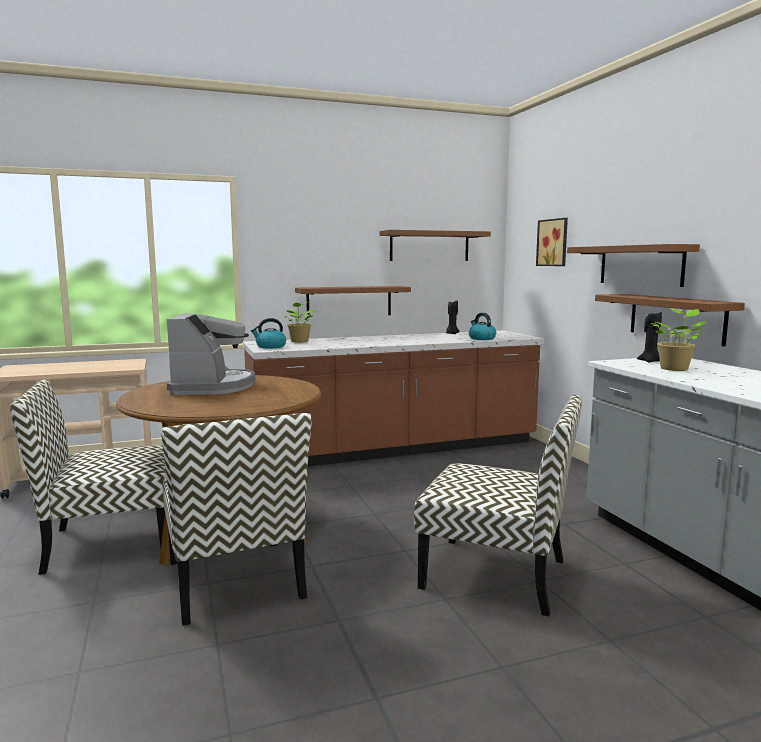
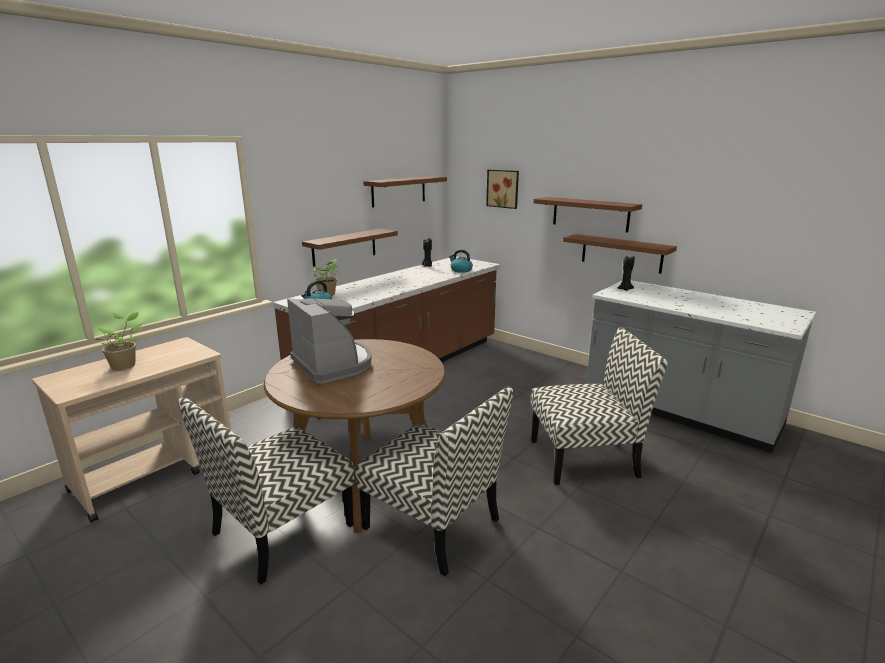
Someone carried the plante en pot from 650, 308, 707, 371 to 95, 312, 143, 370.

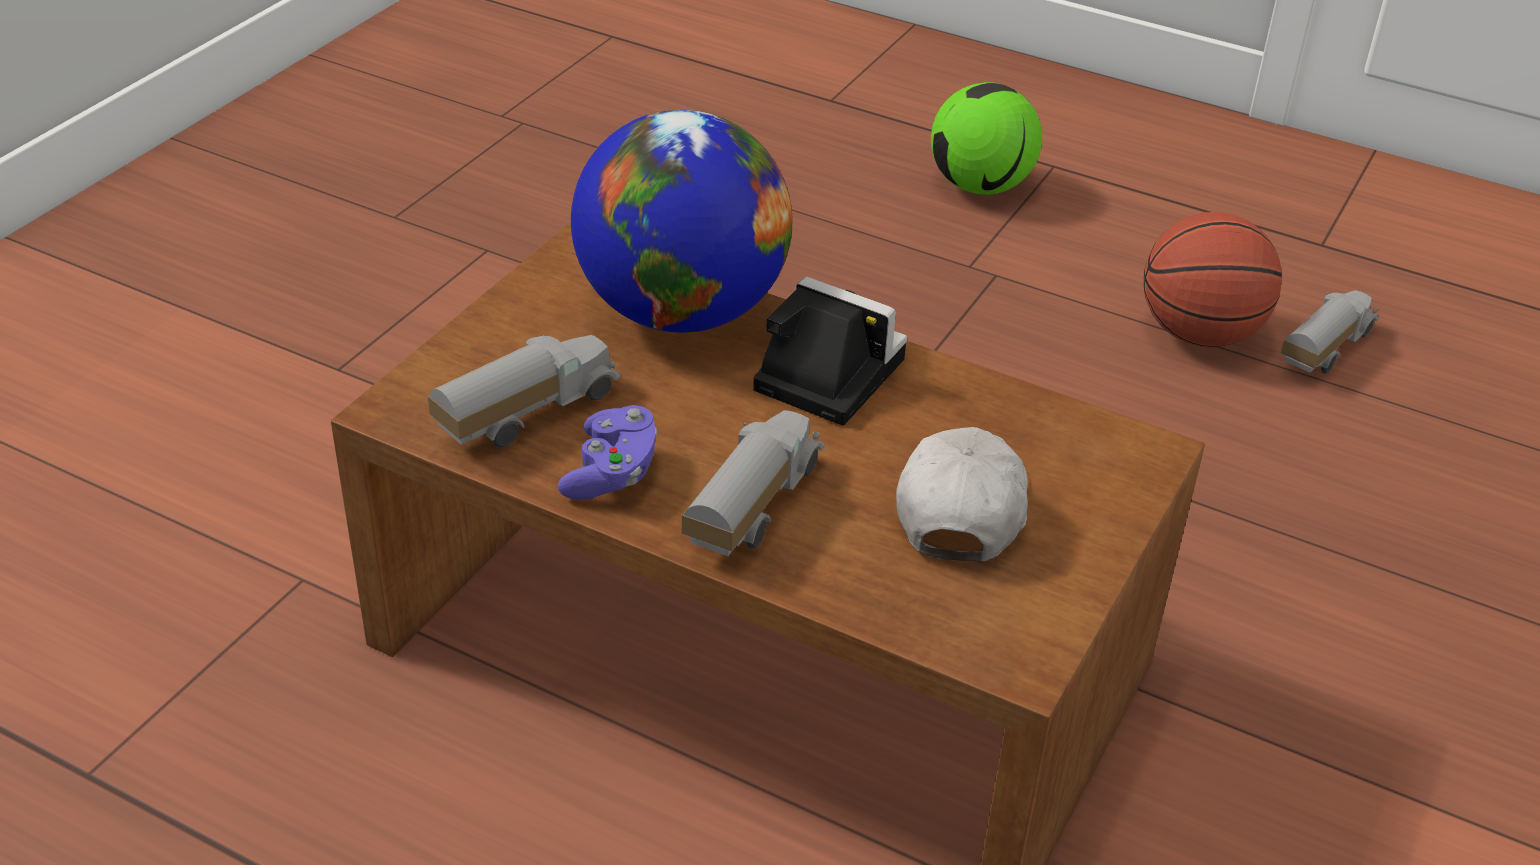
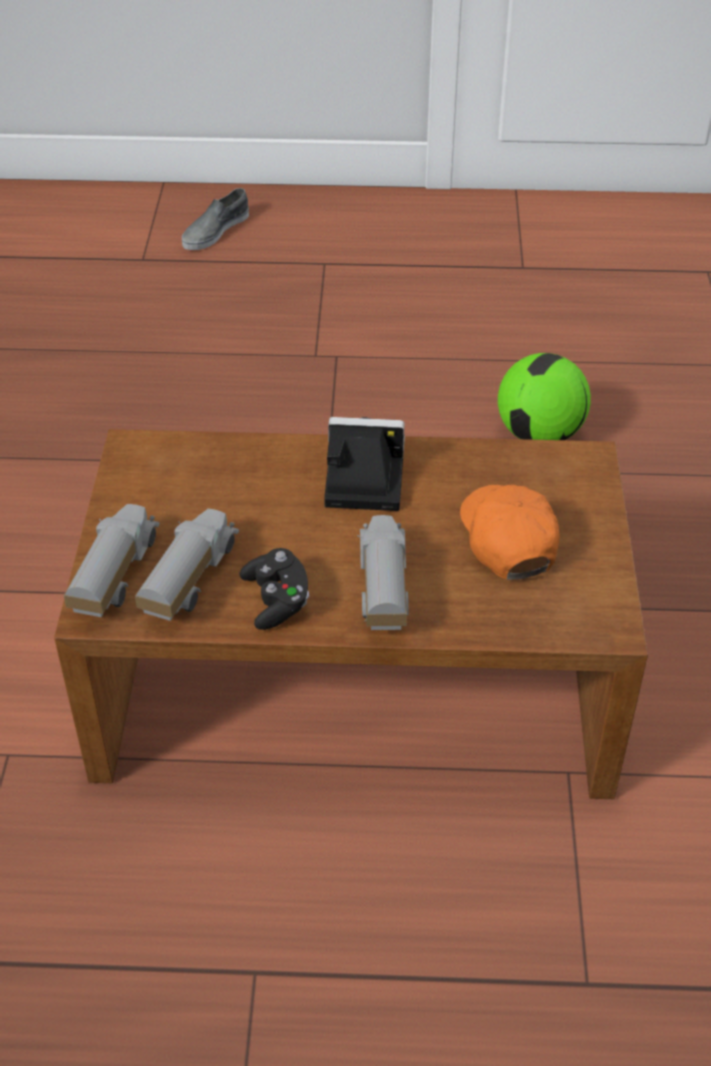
Someone carried the ballon de foot from 931, 82, 1042, 195 to 498, 353, 591, 440. Someone took away the globe at 571, 110, 792, 333. Someone took away the ballon de basket at 1143, 212, 1282, 347. Someone carried the camion jouet from 1281, 290, 1379, 374 to 64, 504, 160, 617. Someone repainted the manette/violet at 558, 405, 658, 500, which became the manette/noir at 240, 548, 309, 630. Someone repainted the casquette/blanc at 896, 427, 1028, 561, which became the casquette/orange at 460, 485, 560, 580. Someone put down the chaussure/gris at 182, 188, 249, 250.

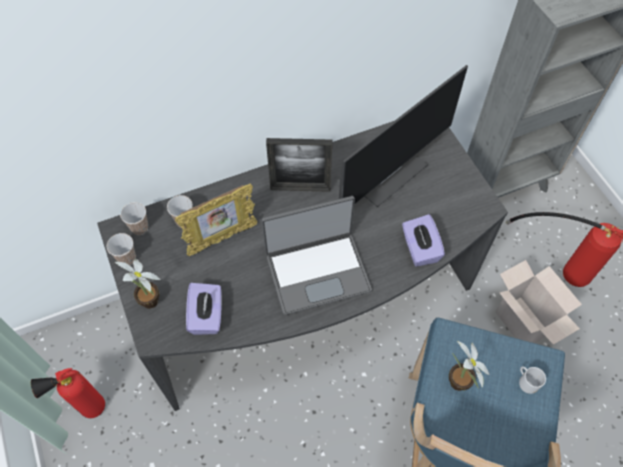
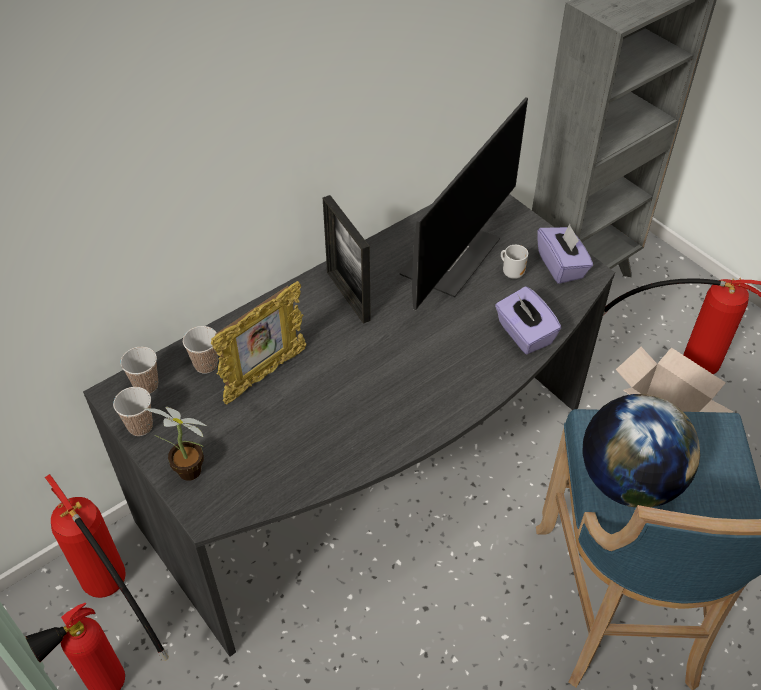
Someone rotated the cadre photo at 266, 138, 332, 192 by 75 degrees clockwise. Someone took away the ordinateur portable at 261, 196, 372, 315. Someone carried the boîte à mouchoirs/violet from 186, 283, 222, 335 to 537, 224, 593, 284. Someone swapped the plante en pot at 449, 341, 490, 391 for the globe at 583, 394, 700, 508. Someone carried the mug from 519, 366, 546, 394 to 501, 245, 528, 279. Someone put down the extincteur at 45, 474, 169, 661.

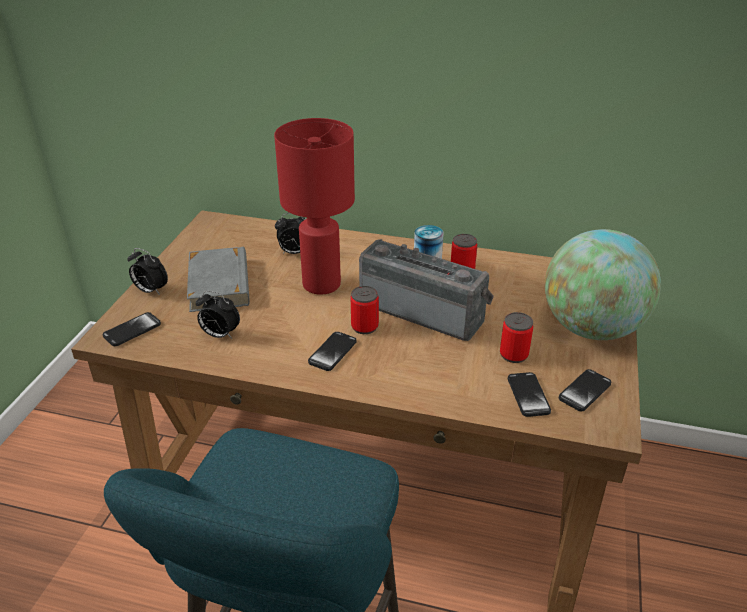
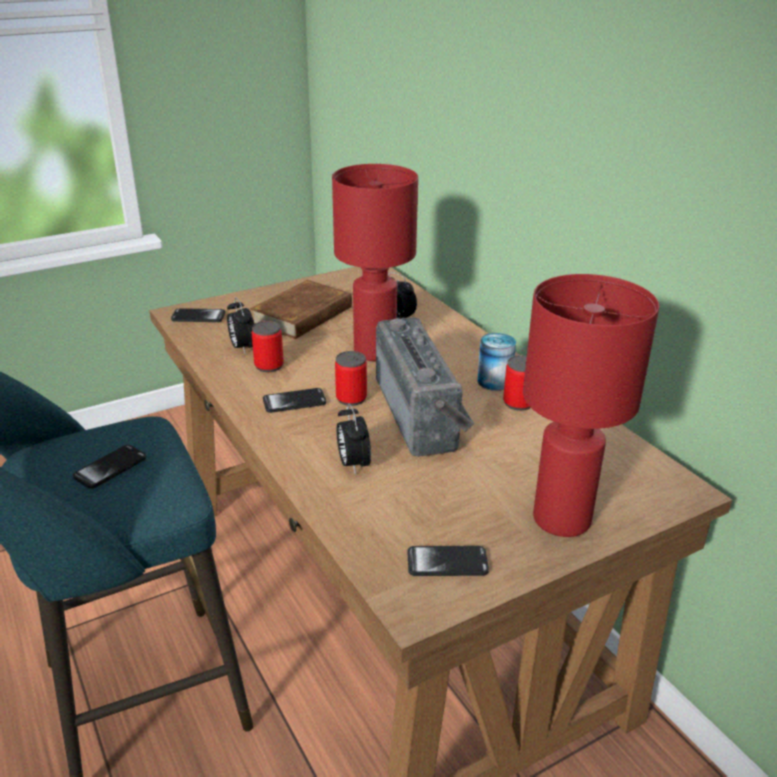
Someone swapped the globe at 545, 229, 661, 340 for the lampe de table/rouge at 523, 274, 659, 537. Someone repainted the livre/gris at 187, 247, 250, 312, which became the livre/marron at 250, 280, 352, 339. Someone carried the réveil from 128, 248, 168, 295 to 336, 403, 371, 475. Someone carried the boîte métallique from 500, 312, 533, 363 to 252, 321, 284, 372. Someone carried the téléphone from 508, 372, 551, 417 to 73, 445, 146, 489.

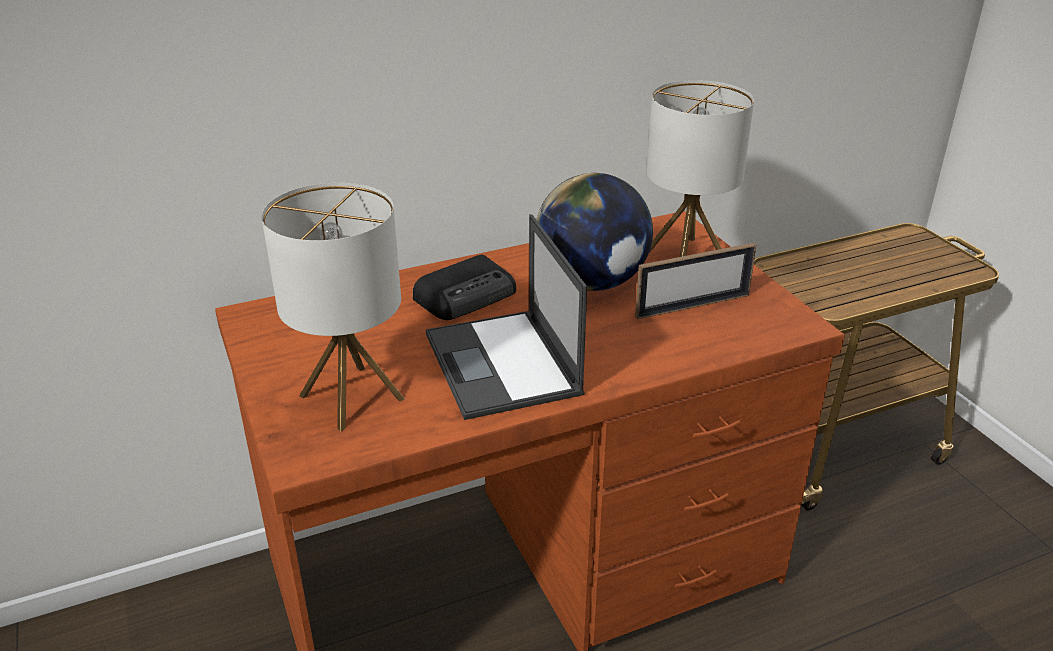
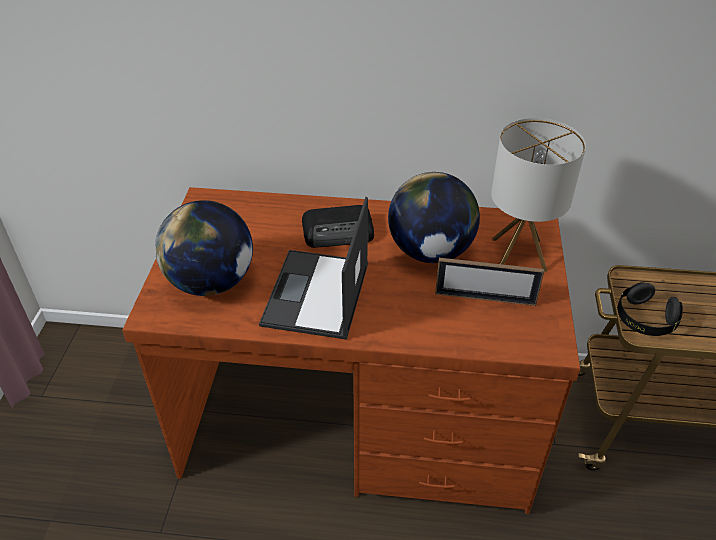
Someone swapped the lampe de table at 262, 183, 405, 431 for the globe at 155, 200, 253, 296. Someone put down the casque audio/noir at 617, 282, 683, 336.

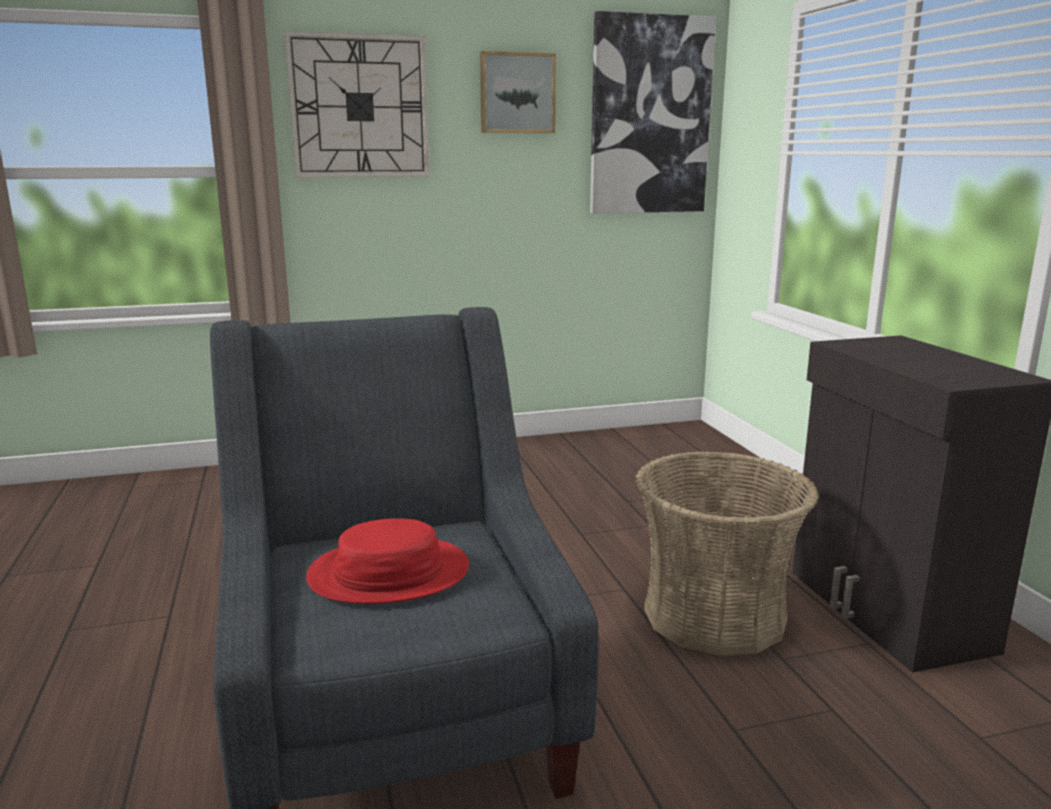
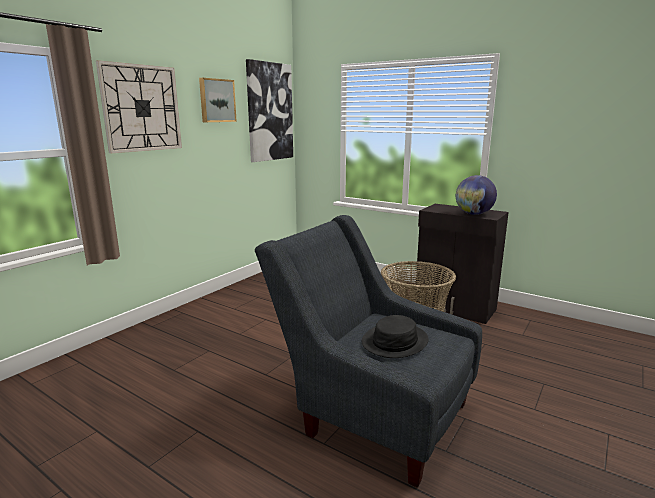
Someone repainted the chapeau/rouge at 306, 518, 469, 604, which became the chapeau/noir at 362, 315, 429, 358. Someone put down the globe at 456, 175, 497, 215.

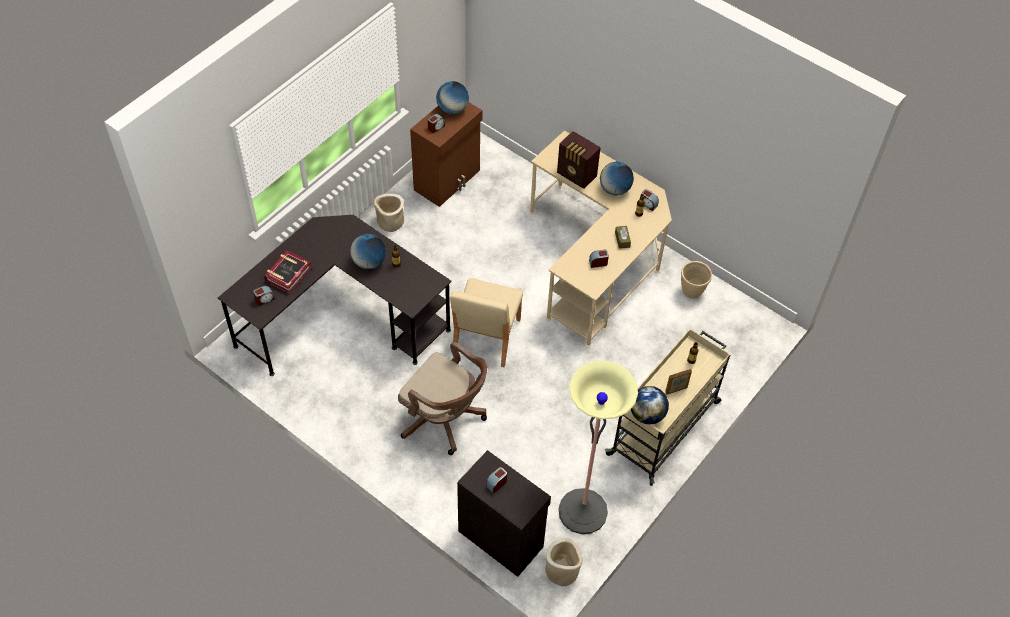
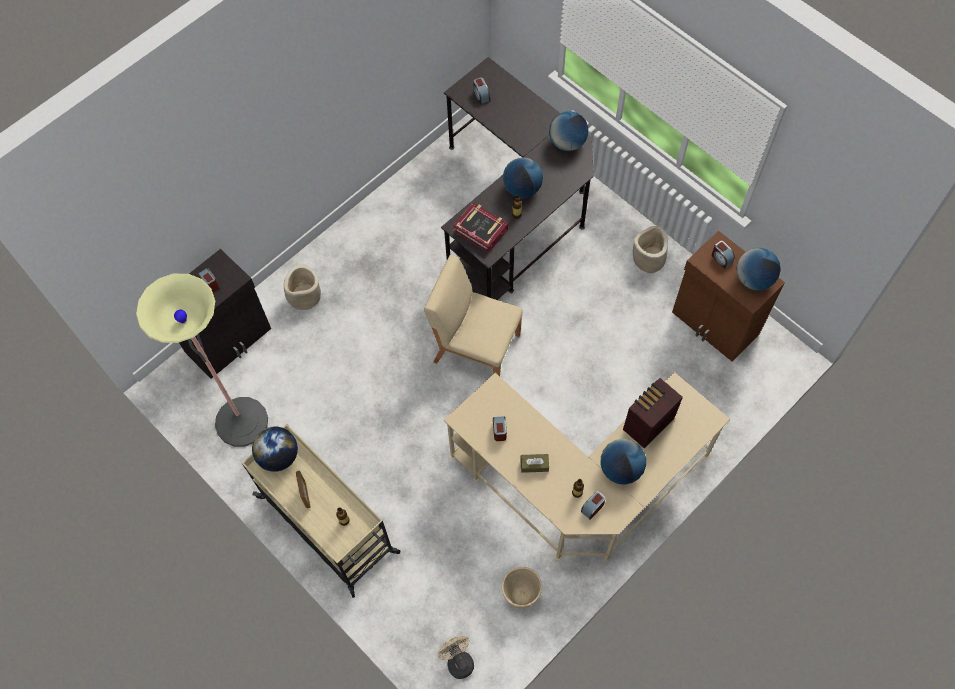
Someone carried the livre from 264, 250, 312, 294 to 453, 202, 508, 253. Someone took away the chaise de bureau/marron at 398, 342, 487, 455. Someone carried the cache-pot/beige from 545, 538, 583, 586 to 284, 265, 321, 310. Someone put down the globe at 549, 111, 588, 151. Someone put down the ventilateur/beige at 437, 636, 474, 679.

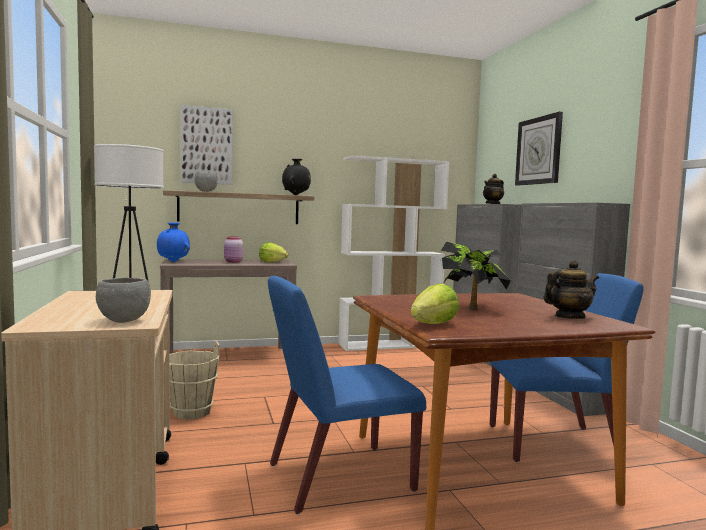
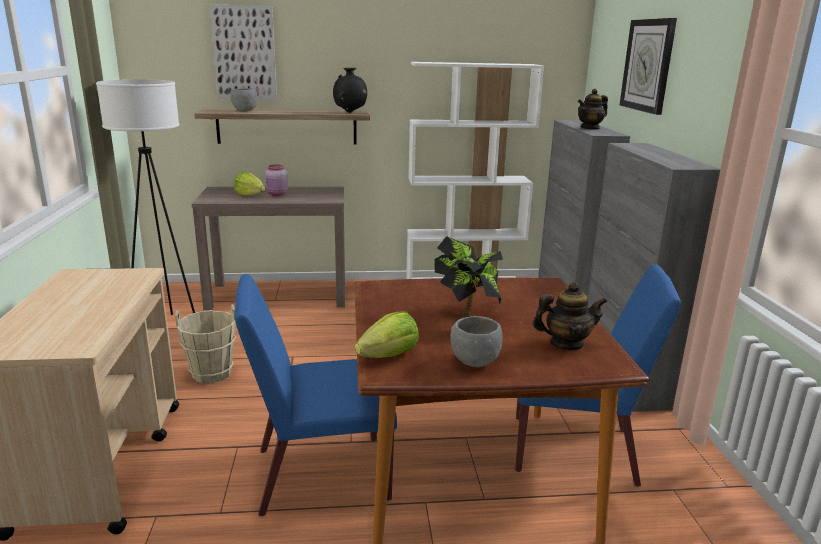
Someone took away the vase/bleu at 157, 222, 190, 262. Someone carried the laitue from 259, 243, 289, 263 to 234, 172, 265, 196. Someone carried the bol/gris from 96, 277, 151, 323 to 450, 316, 502, 367.

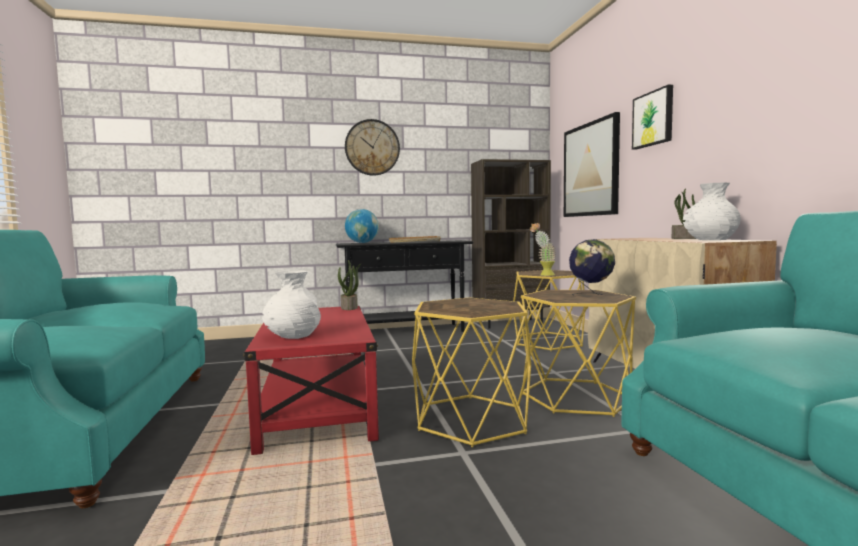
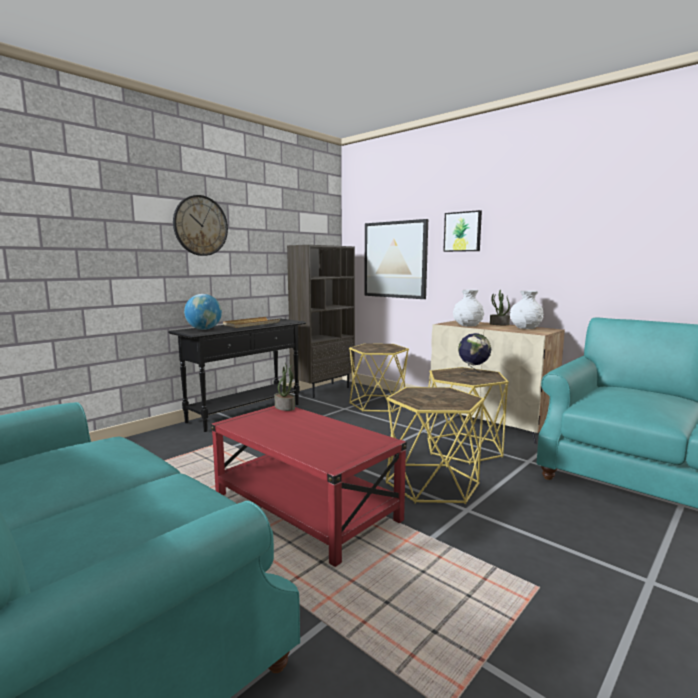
Someone took away the plante en pot at 530, 223, 556, 276. Someone carried the vase/blanc from 262, 271, 321, 339 to 453, 290, 484, 326.

